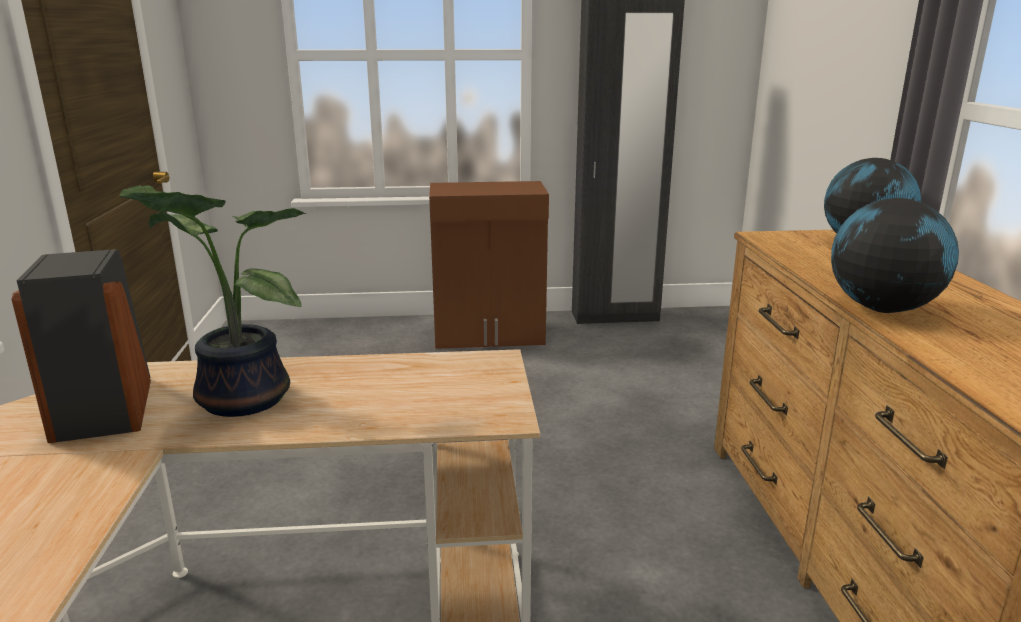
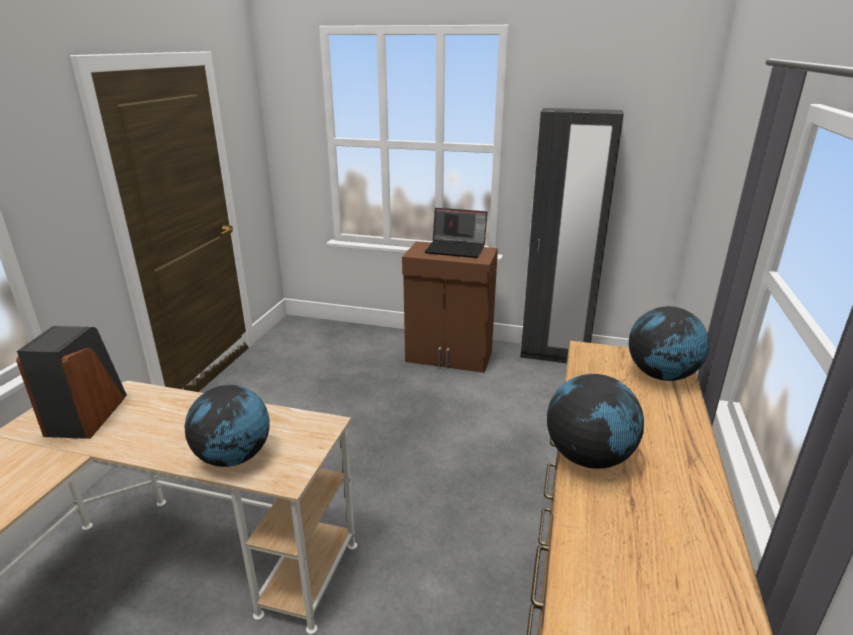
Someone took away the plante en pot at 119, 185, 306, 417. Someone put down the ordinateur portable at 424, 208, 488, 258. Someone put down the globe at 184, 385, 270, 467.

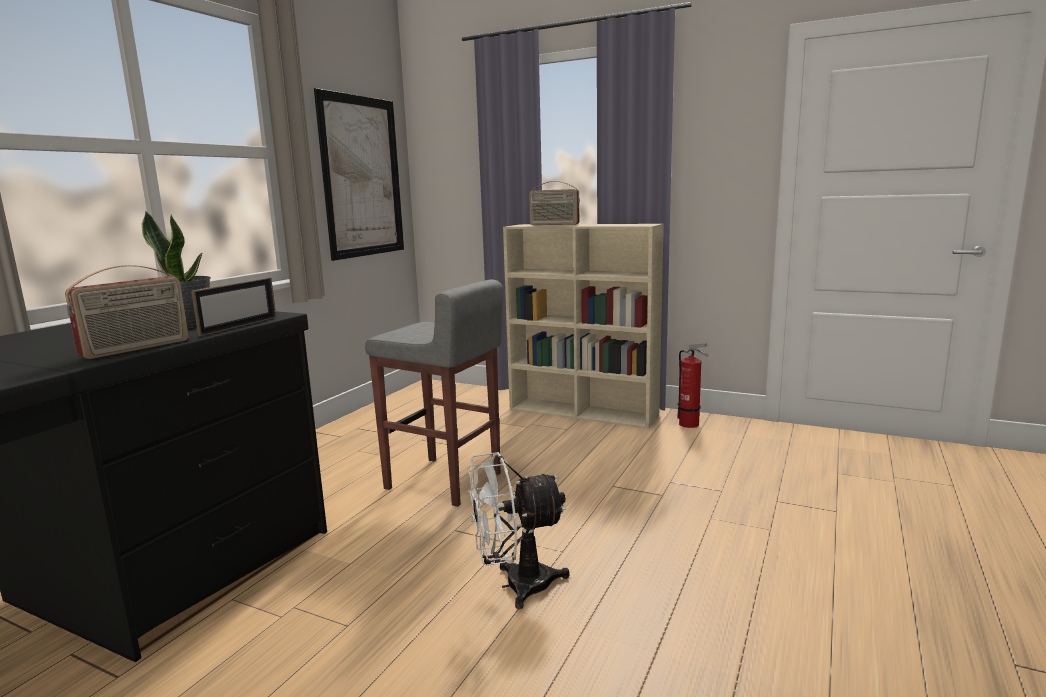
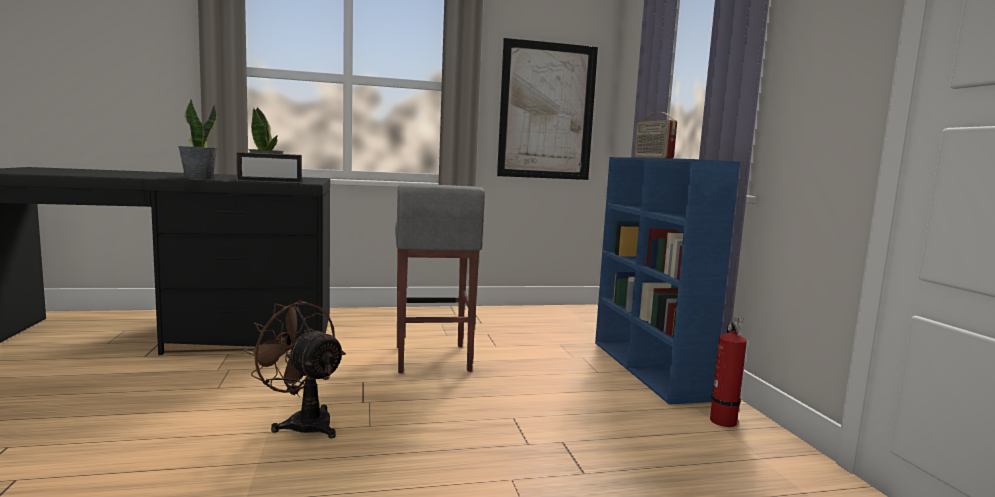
Someone repainted the bibliothèque/beige at 503, 224, 664, 429, which became the bibliothèque/bleu at 595, 157, 740, 405. Someone swapped the radio at 65, 265, 189, 359 for the plante en pot at 178, 99, 217, 180. Someone repainted the ventilateur/blanc at 468, 452, 570, 609, which became the ventilateur/marron at 244, 300, 346, 438.

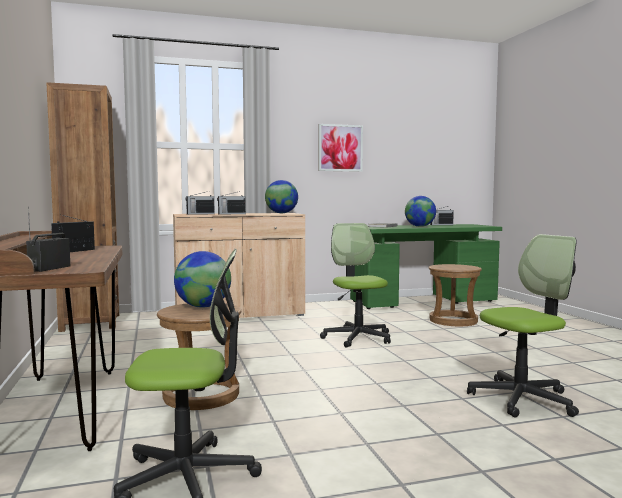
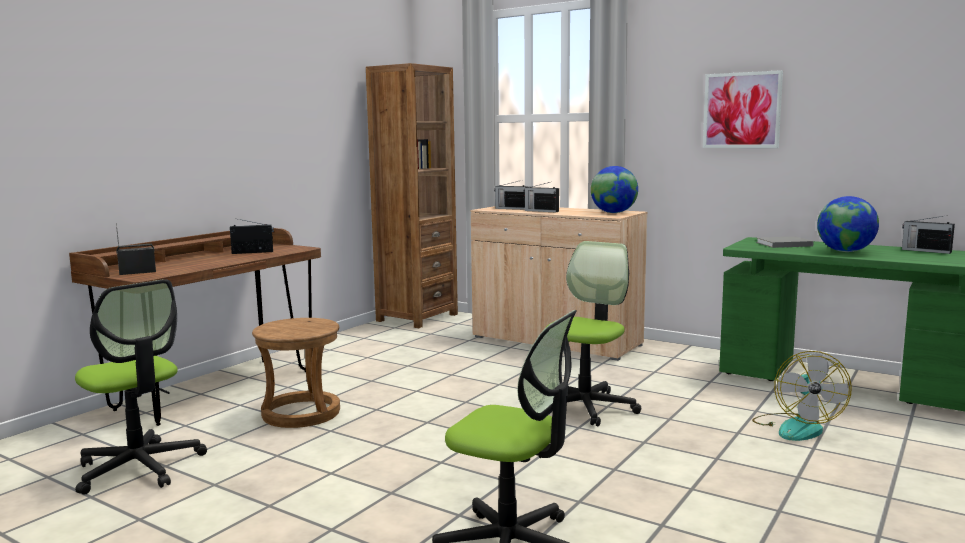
Someone took away the globe at 174, 251, 231, 308. Someone swapped the tabouret/marron at 429, 264, 482, 326 for the ventilateur at 752, 351, 852, 441.

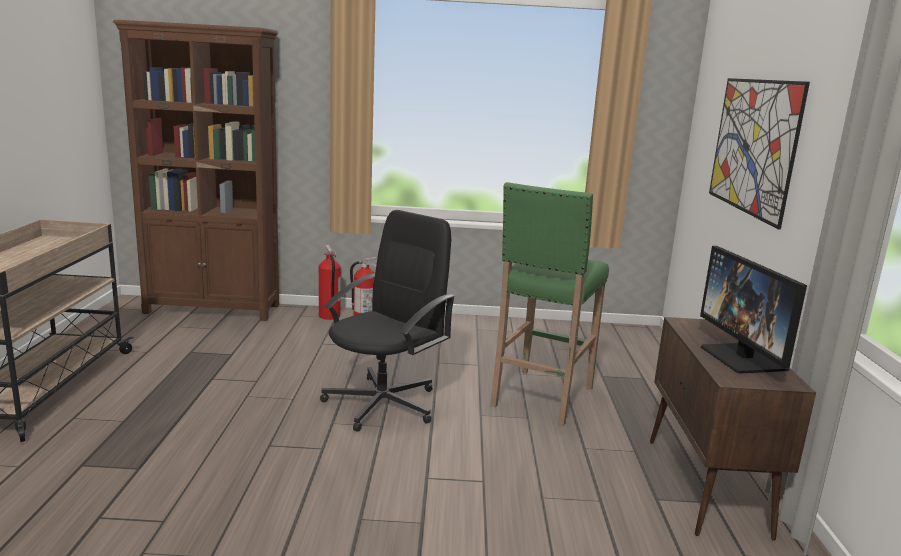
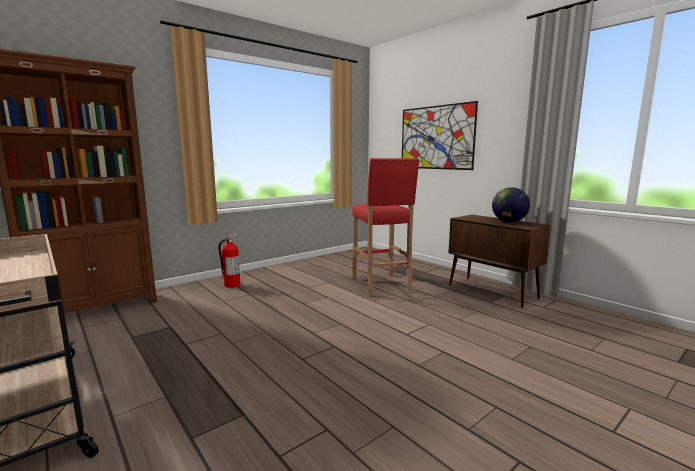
Someone repainted the tabouret/vert at 490, 182, 609, 426, which became the tabouret/rouge at 352, 158, 420, 296. Someone took away the chaise de bureau/noir at 320, 210, 456, 432. Someone took away the extincteur at 319, 244, 341, 320. Someone swapped the écran d'ordinateur at 700, 246, 807, 374 for the globe at 492, 187, 530, 223.

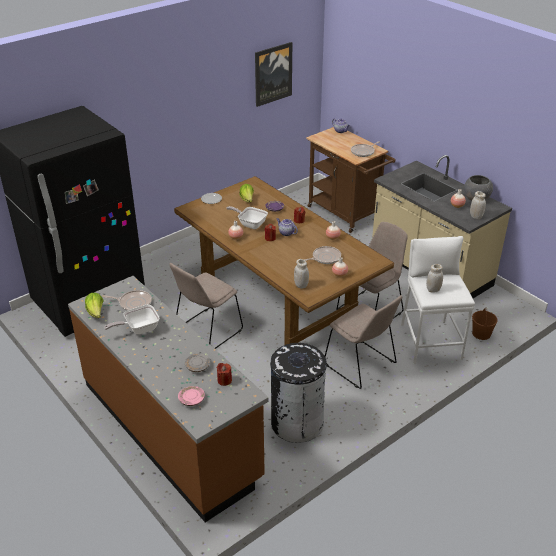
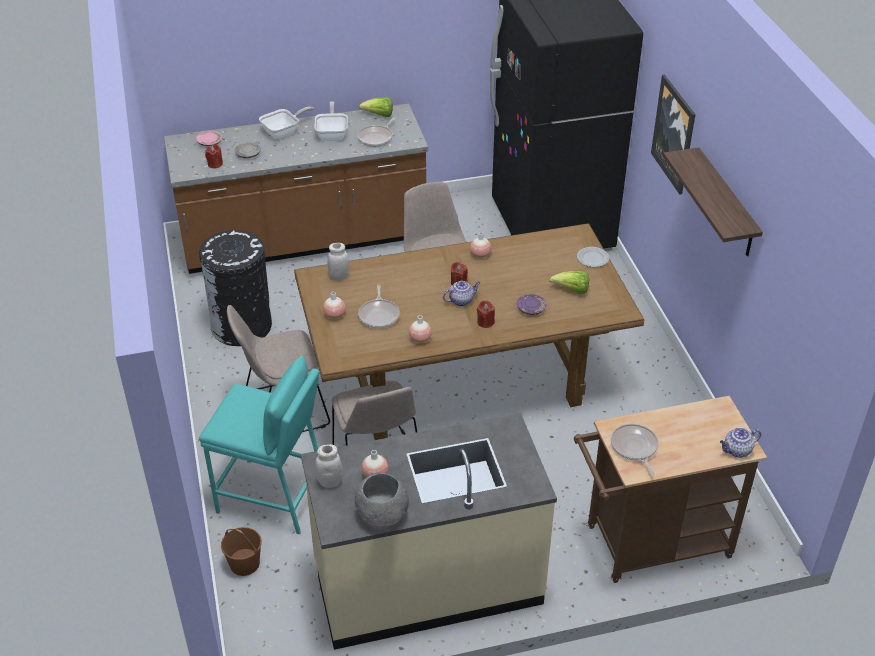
Someone carried the tableau from 255, 42, 292, 107 to 651, 75, 695, 195. Someone carried the poêle from 226, 206, 268, 229 to 259, 106, 314, 139. Someone repainted the tabouret/blanc at 401, 236, 475, 364, which became the tabouret/turquoise at 199, 356, 319, 534. Someone took away the bocal/blanc at 426, 264, 443, 292. Someone put up the étagère at 663, 147, 763, 256.

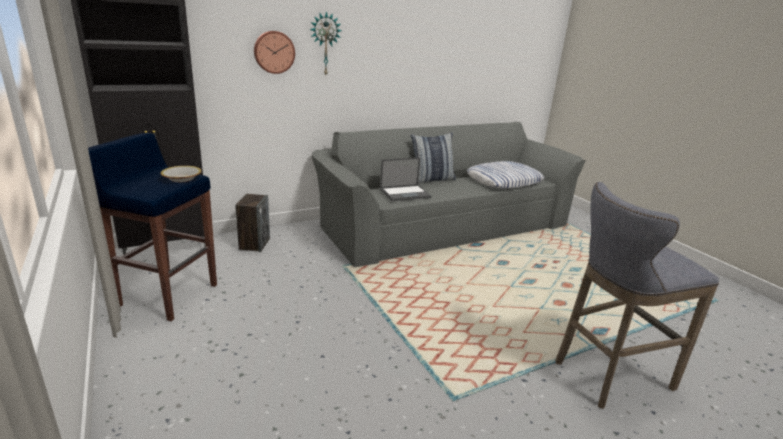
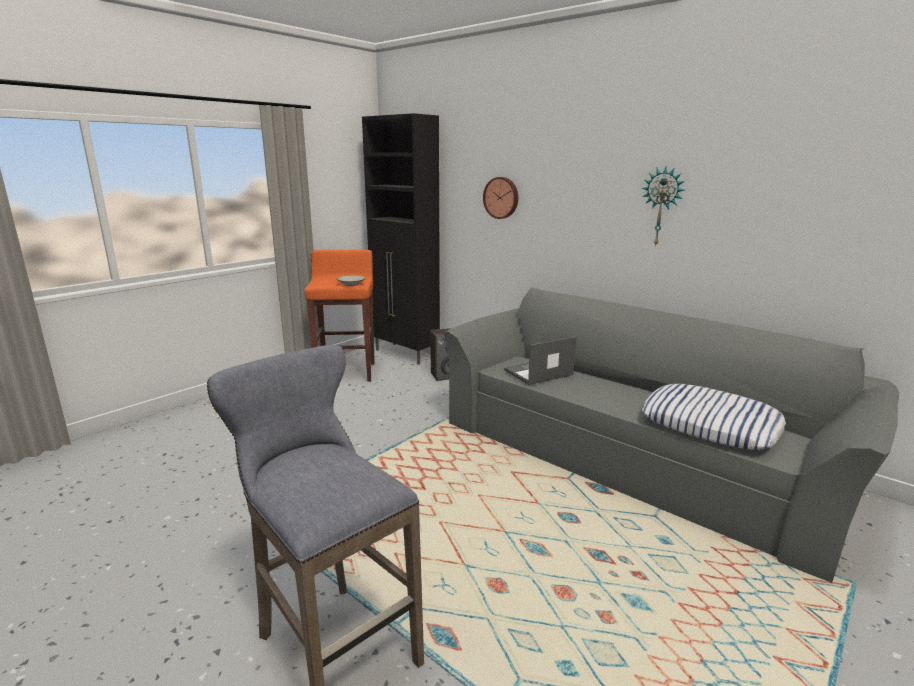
Someone carried the horloge murale from 310, 11, 341, 75 to 642, 167, 685, 247. Someone took away the coussin at 411, 132, 456, 184. Someone repainted the tabouret/bleu at 88, 133, 217, 321, which became the tabouret/orange at 305, 250, 375, 382. Someone rotated the ordinateur portable at 380, 158, 432, 201 by 105 degrees clockwise.

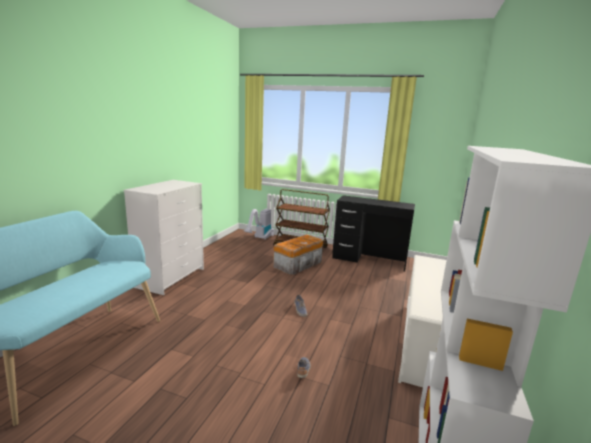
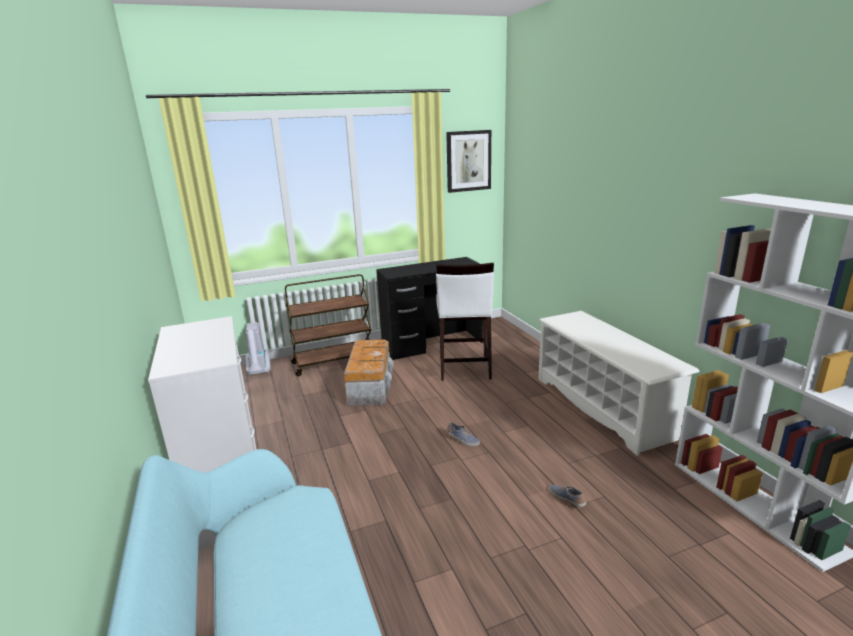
Someone put up the tableau at 446, 130, 491, 193. Someone put down the tabouret/blanc at 436, 263, 494, 381.

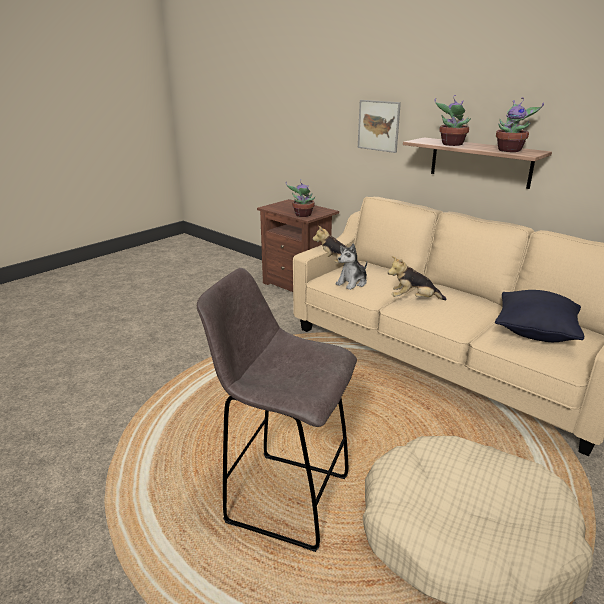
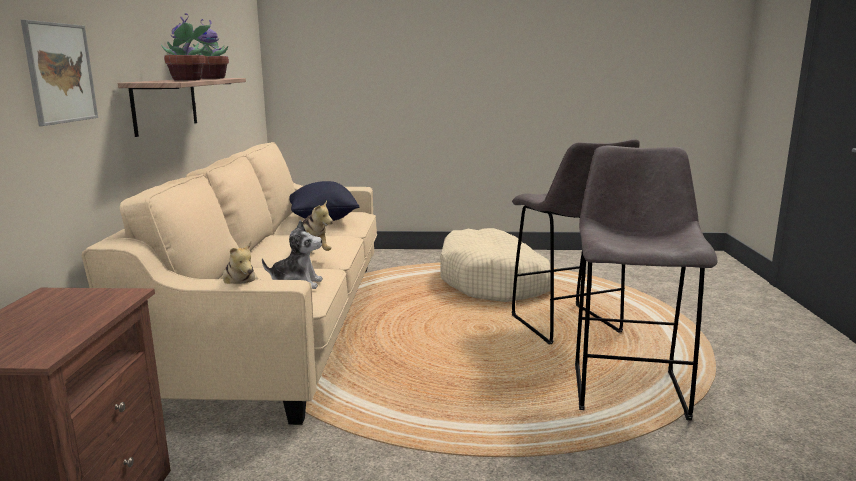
Someone took away the plante en pot at 286, 179, 315, 217. Someone put down the tabouret/gris at 575, 146, 717, 421.

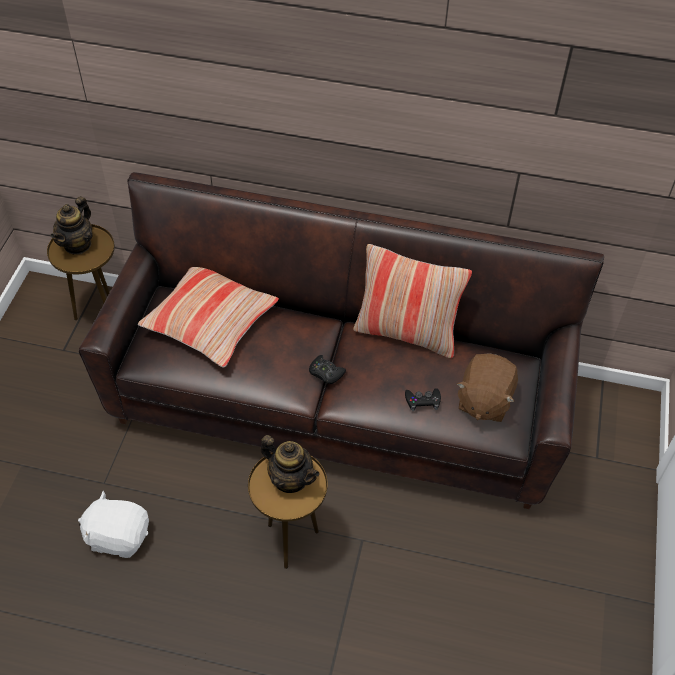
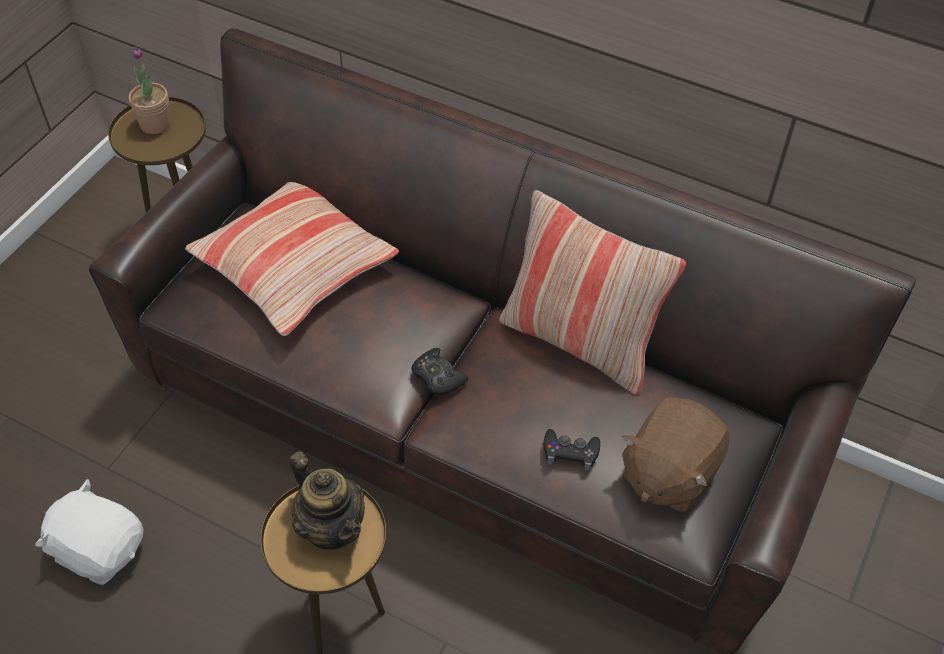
Someone swapped the théière at 51, 196, 93, 255 for the plante en pot at 129, 47, 171, 134.

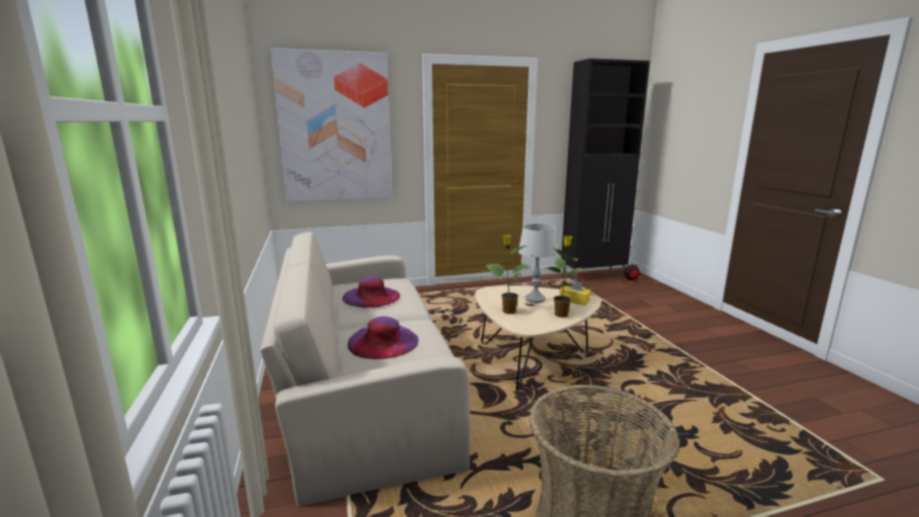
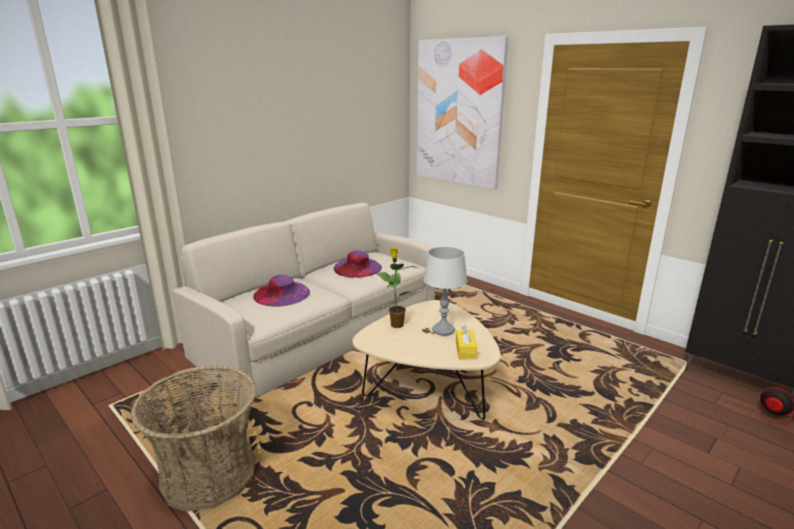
Someone took away the plante en pot at 543, 236, 582, 318.

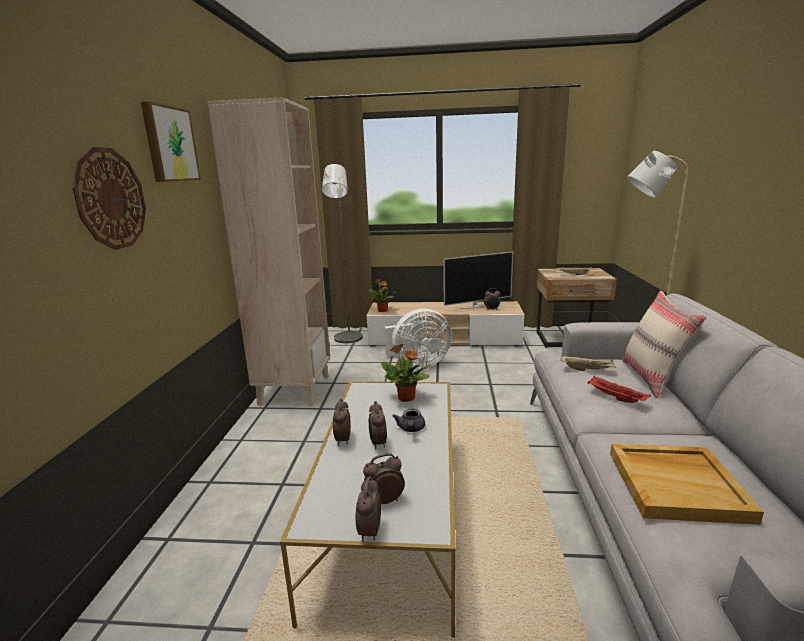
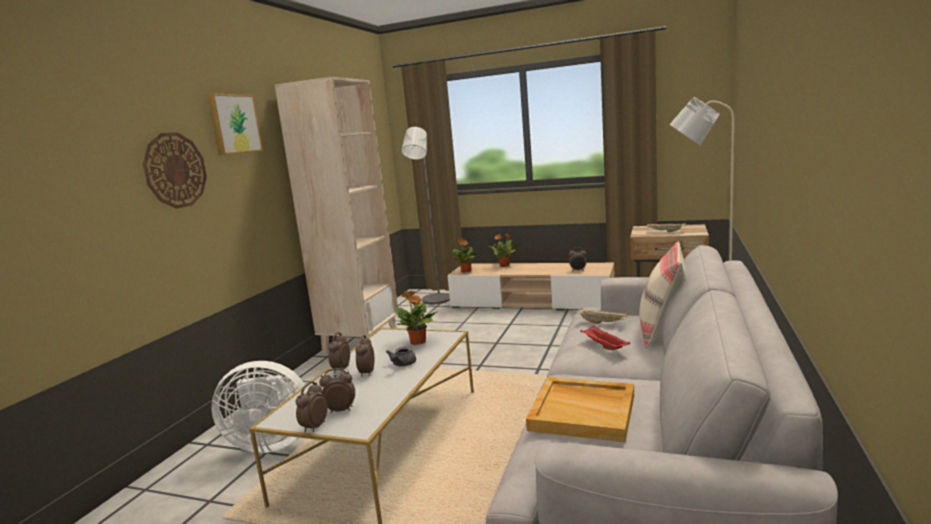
Someone took away the téléviseur at 443, 252, 513, 309. Someone carried the ventilateur/blanc from 384, 309, 452, 369 to 211, 361, 305, 453. Someone put down the plante en pot at 488, 234, 518, 267.

